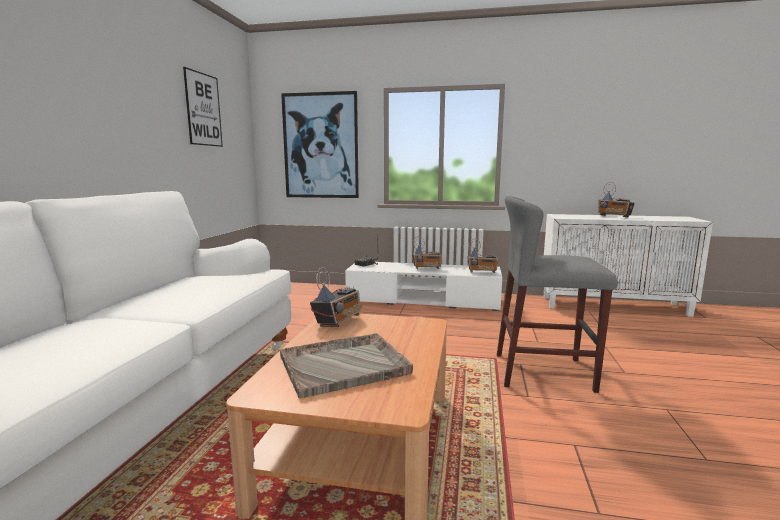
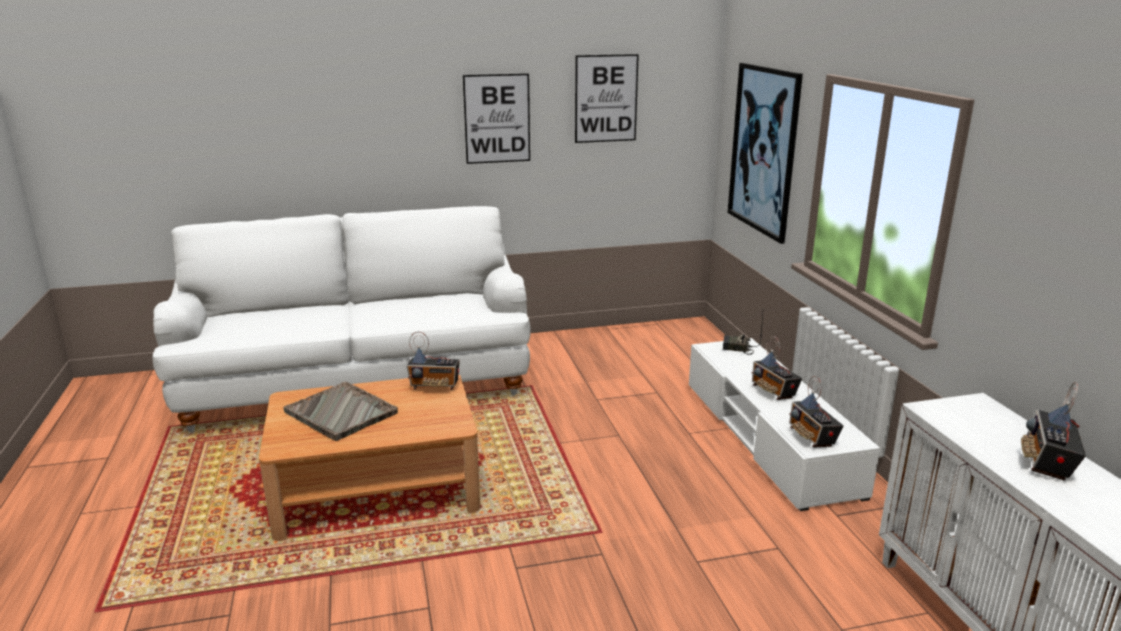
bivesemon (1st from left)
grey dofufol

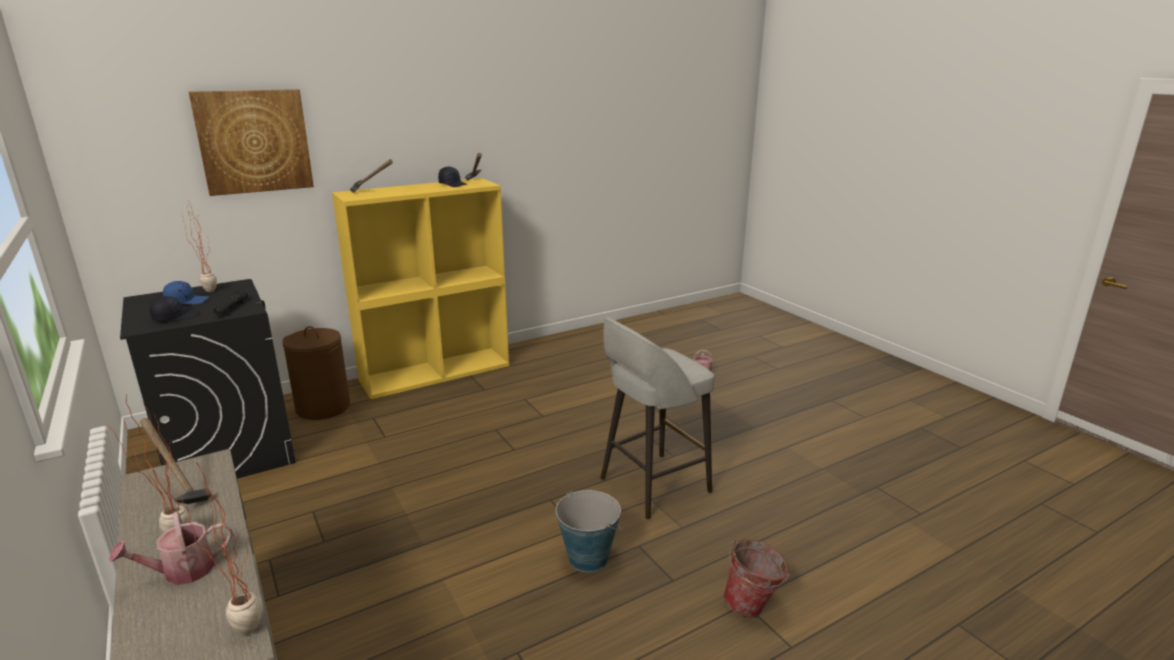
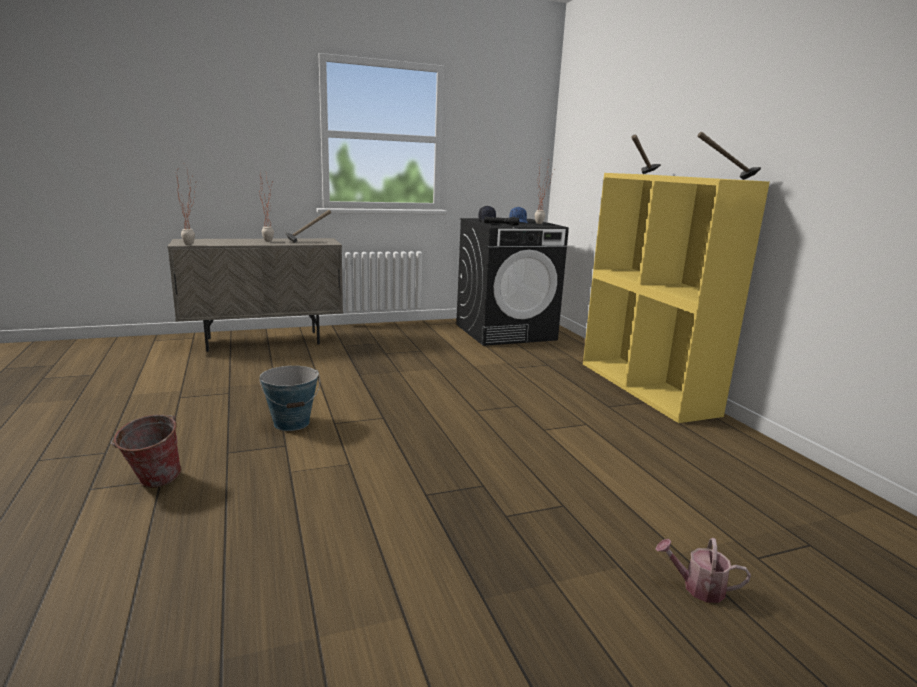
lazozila (1st from left in the first image)
bivesemon
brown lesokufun
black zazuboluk (2nd from left in the first image)
grey dofufol

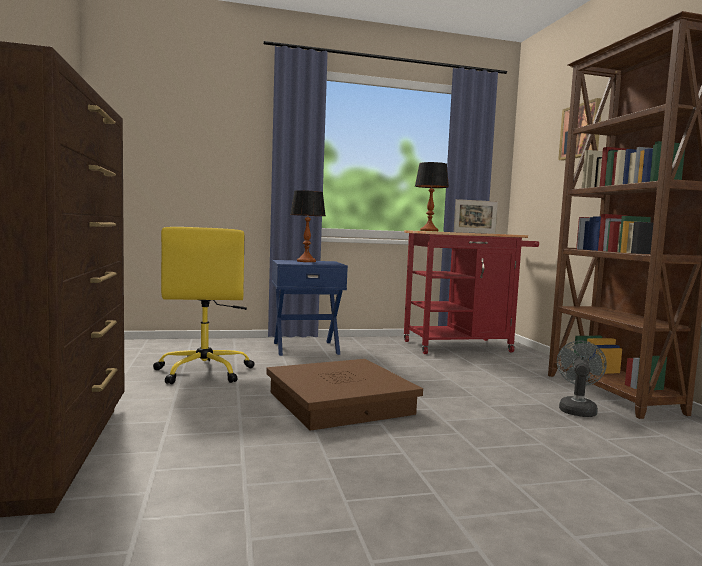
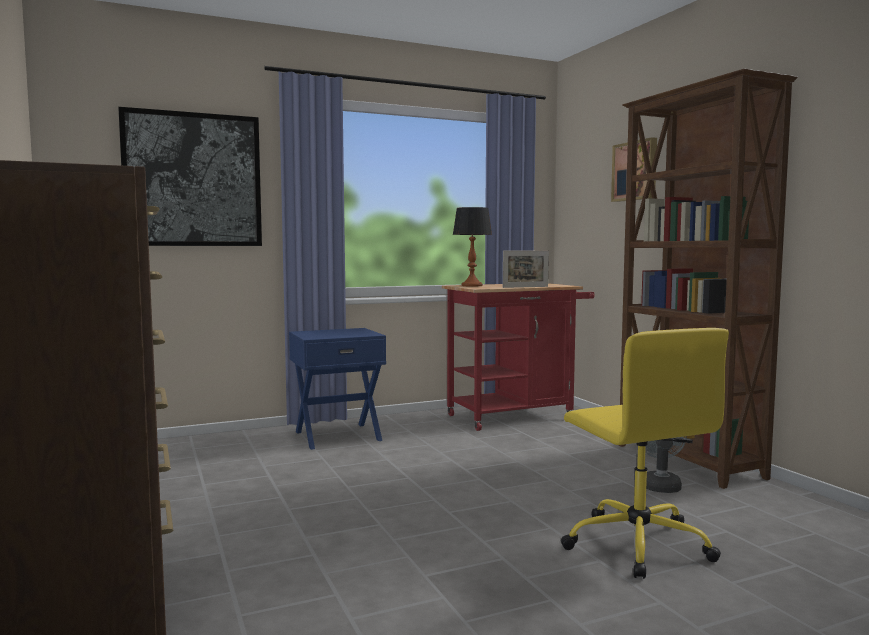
bivesemon (1st from left)
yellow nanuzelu
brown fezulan
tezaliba (1st from left in the first image)

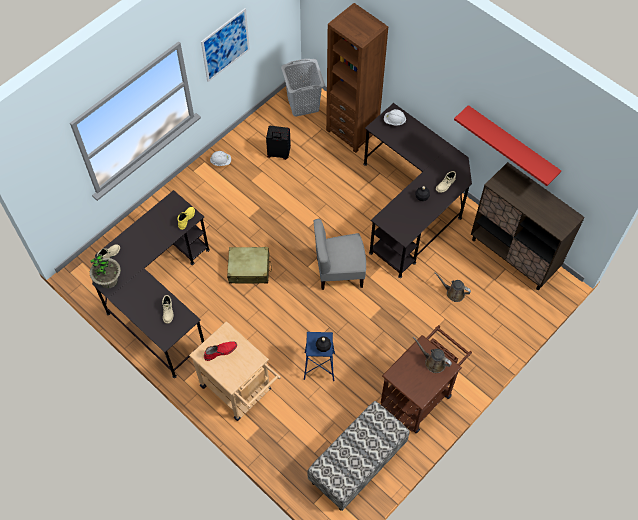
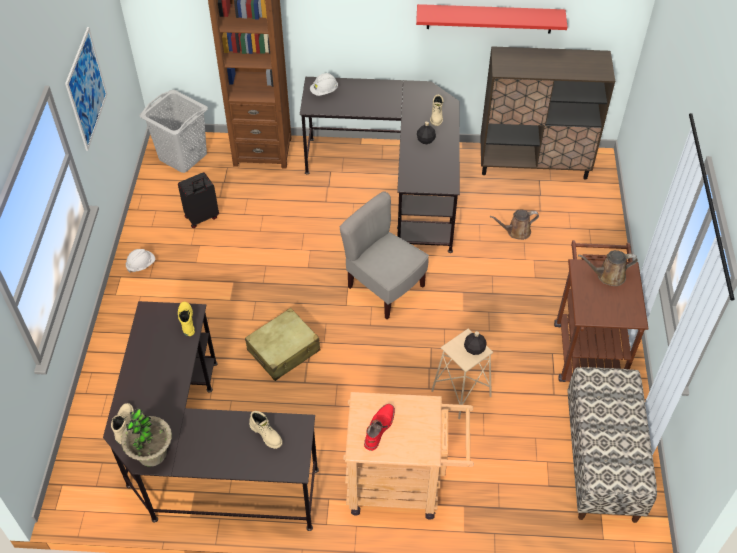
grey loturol
beige dofufol

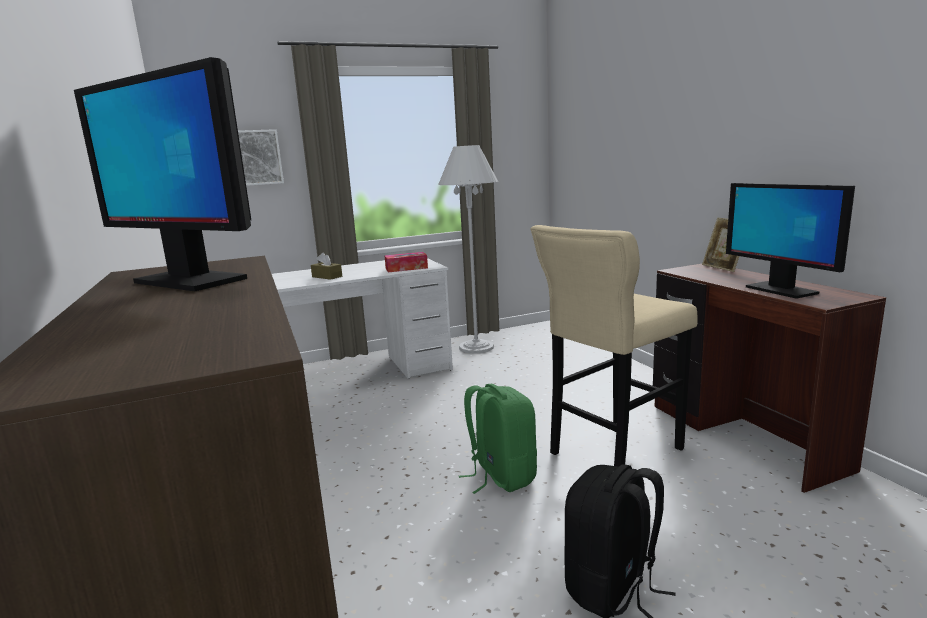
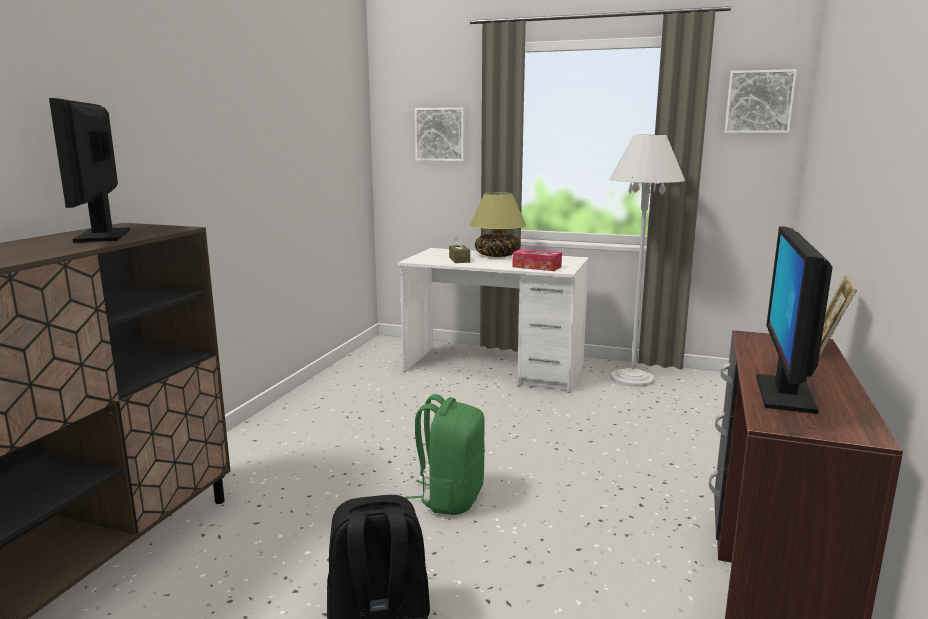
tezaliba
bivesemon (2nd from left)
beige dofufol

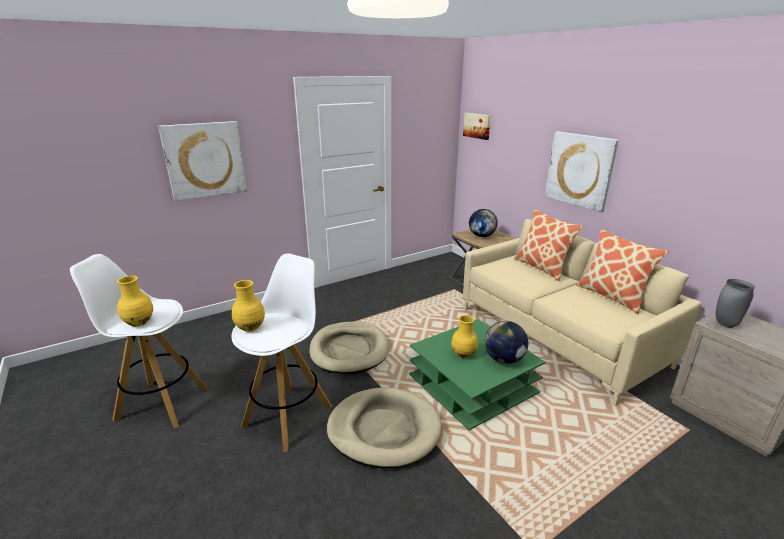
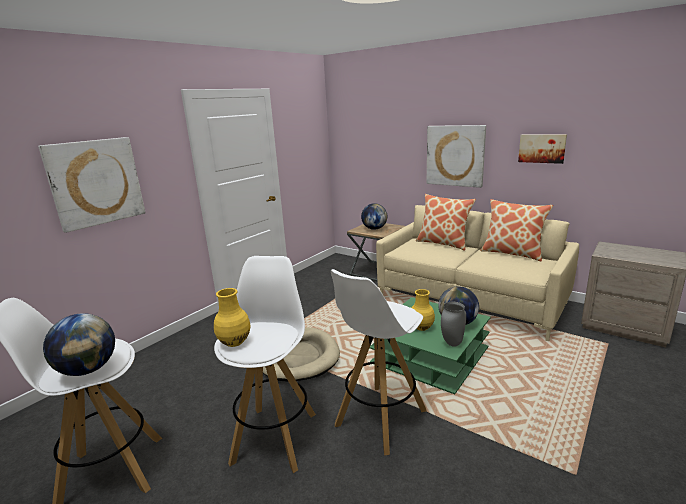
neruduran (1st from left)
white dofufol (3rd from left)
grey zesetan
bivesemon (3rd from left)

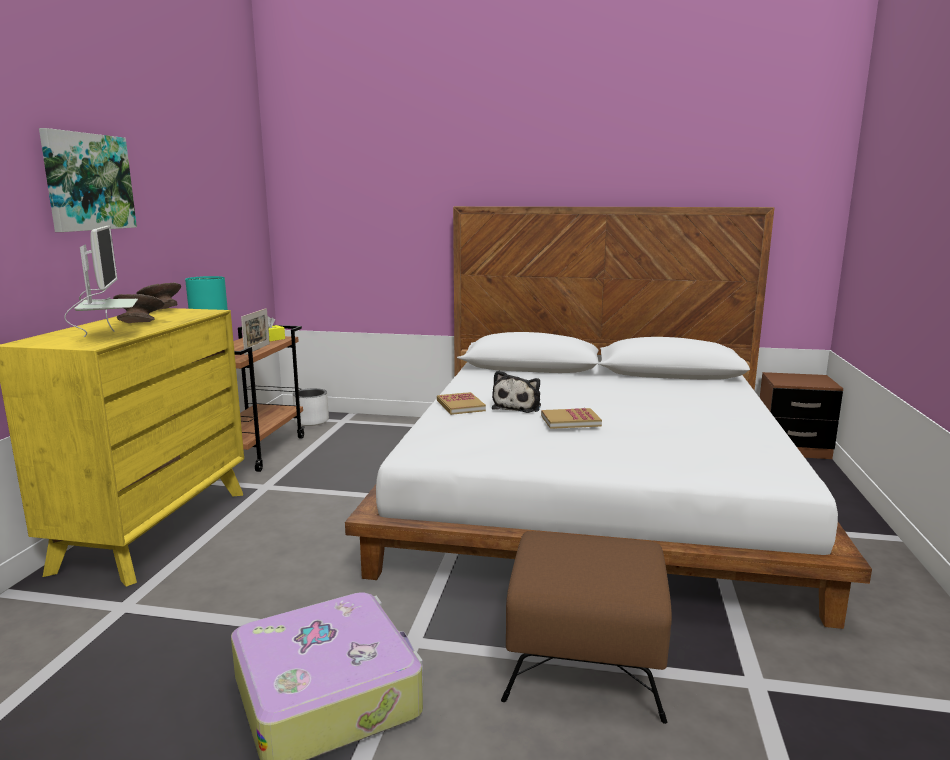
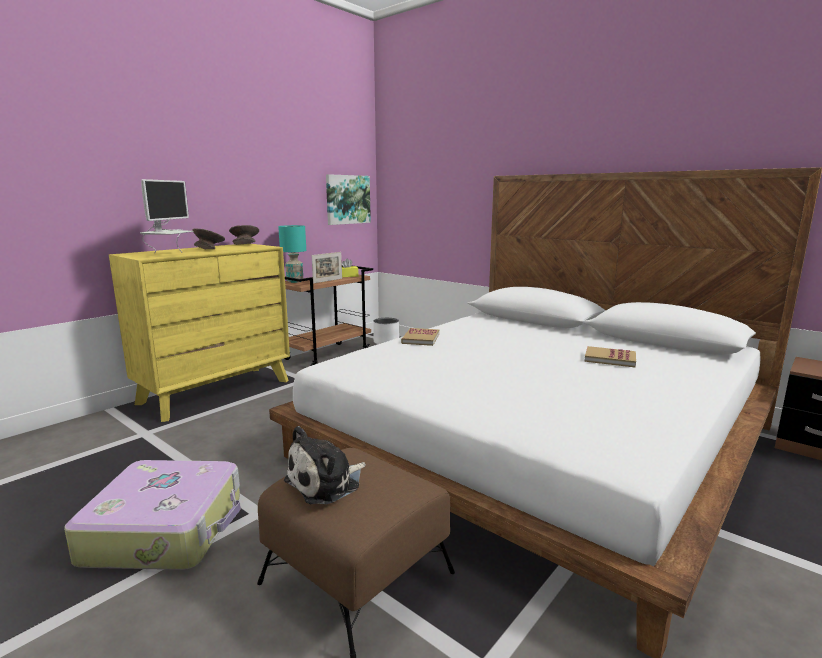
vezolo
bivesemon
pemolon (2nd from left)

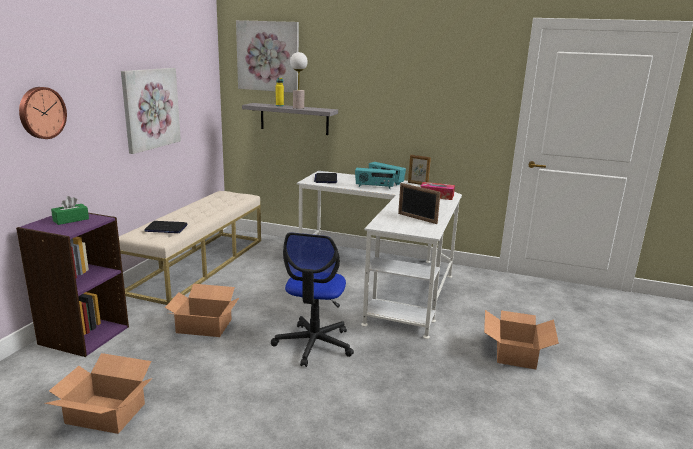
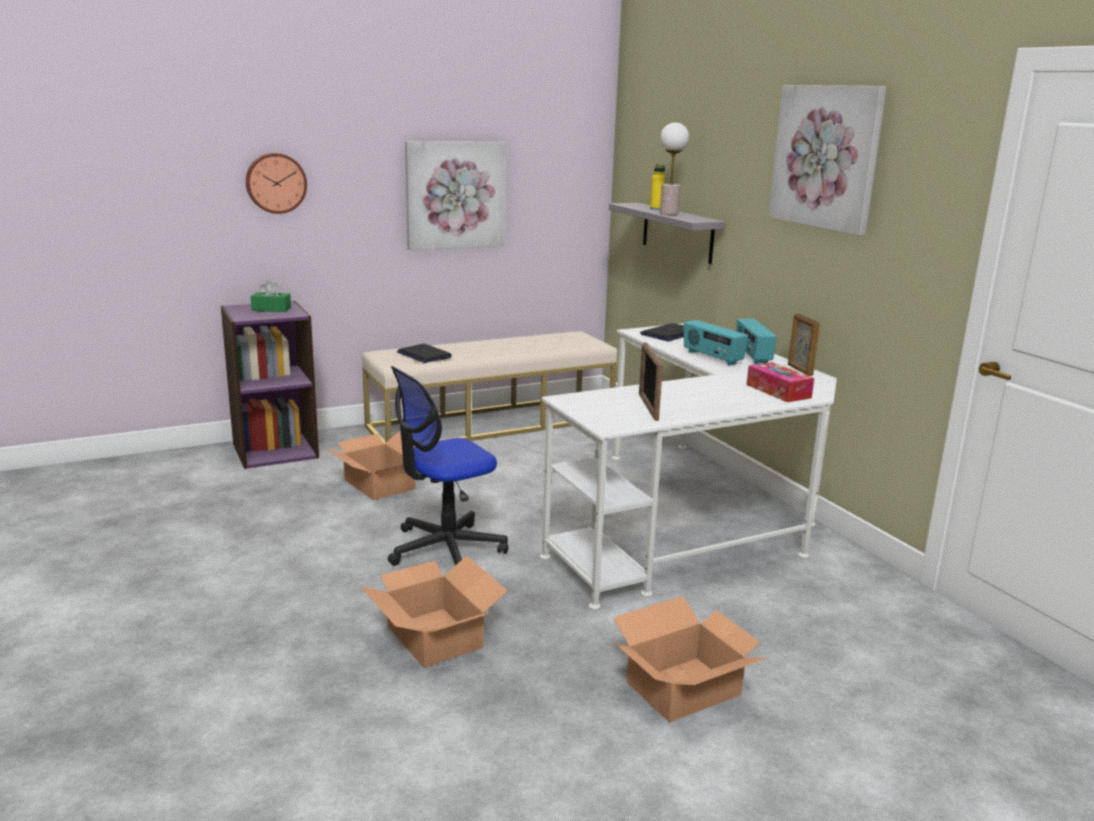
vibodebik (2nd from left)
bivesemon (2nd from left)

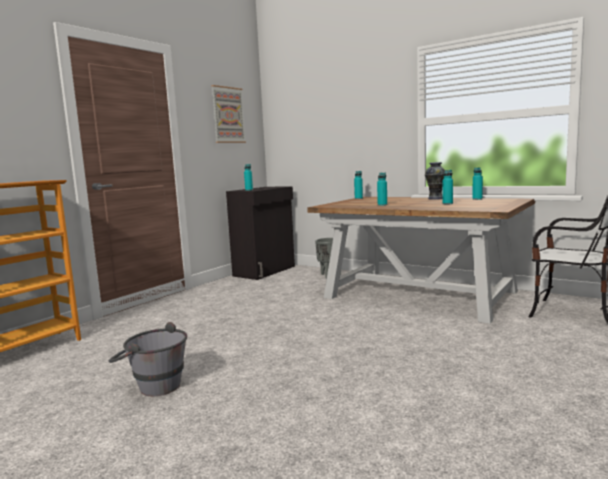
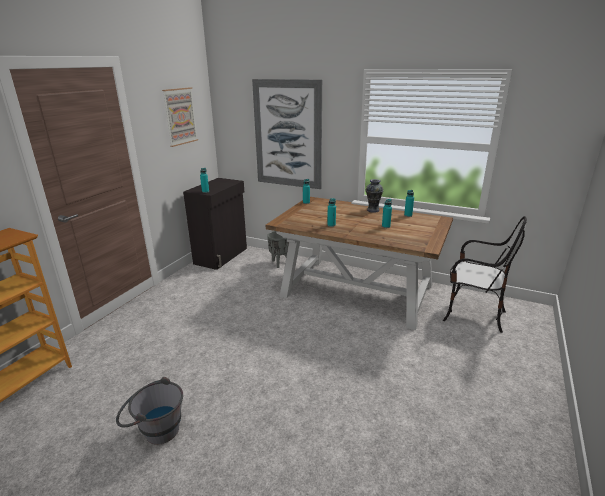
bivesemon (2nd from left)

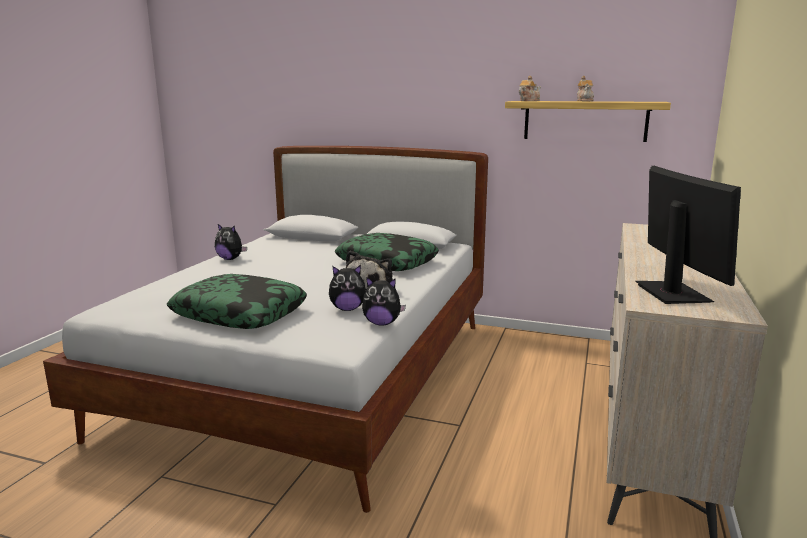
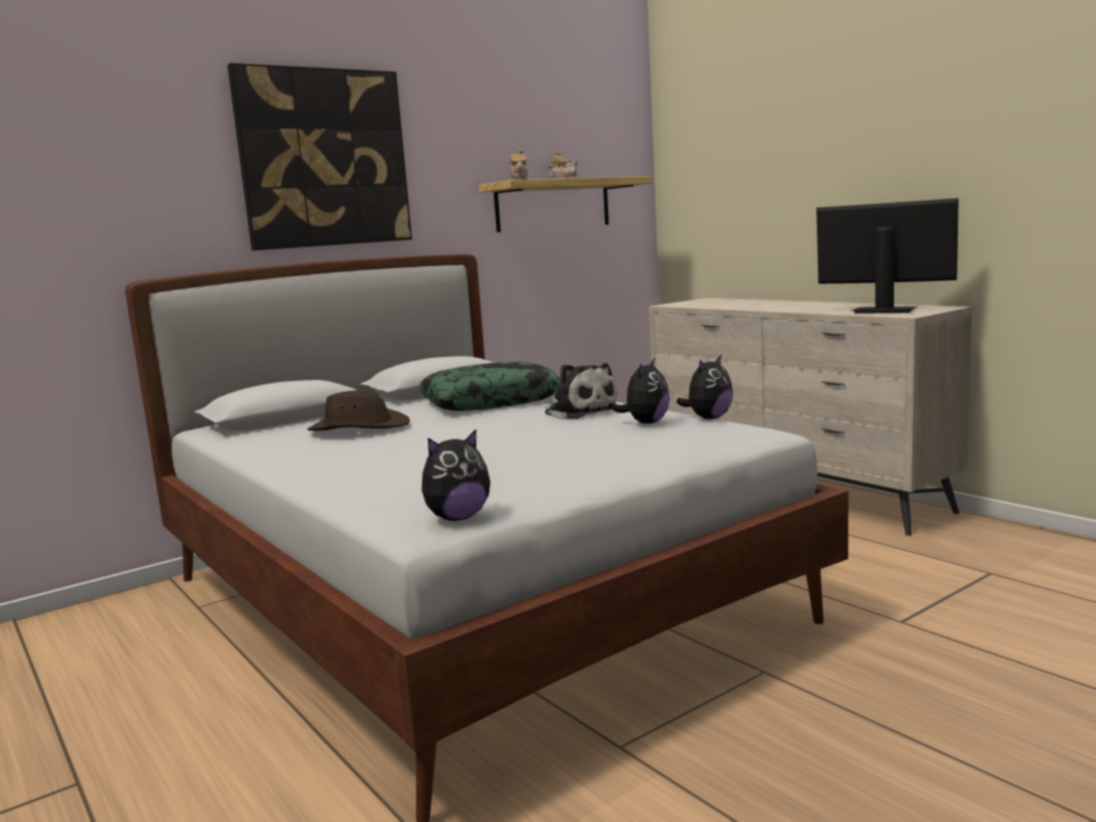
bivesemon
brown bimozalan
vezolo (1st from left)
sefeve (1st from left in the first image)

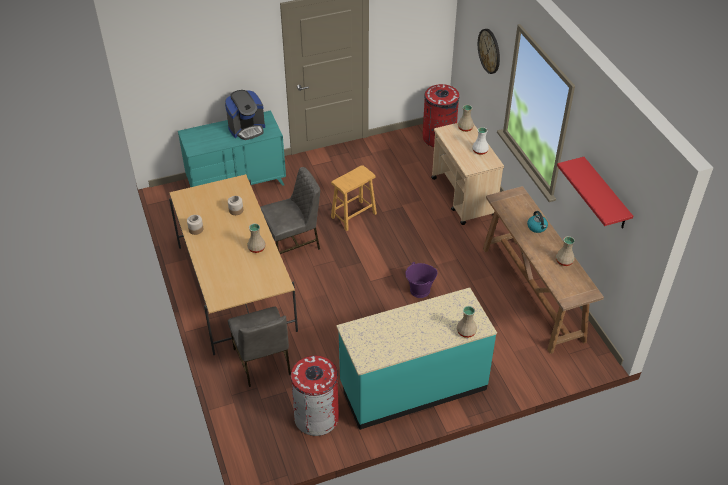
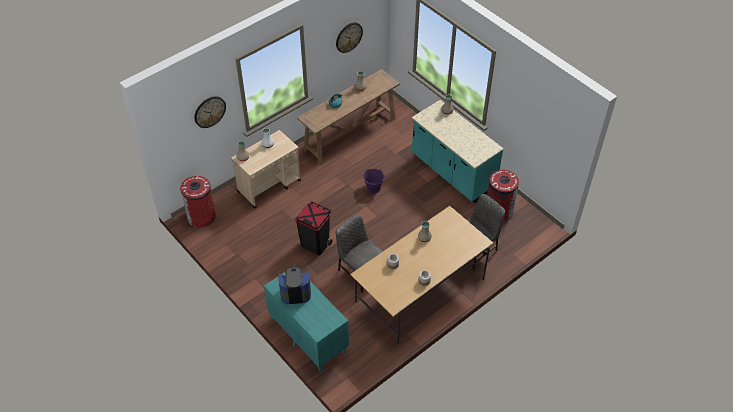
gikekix
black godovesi
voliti (2nd from left)

